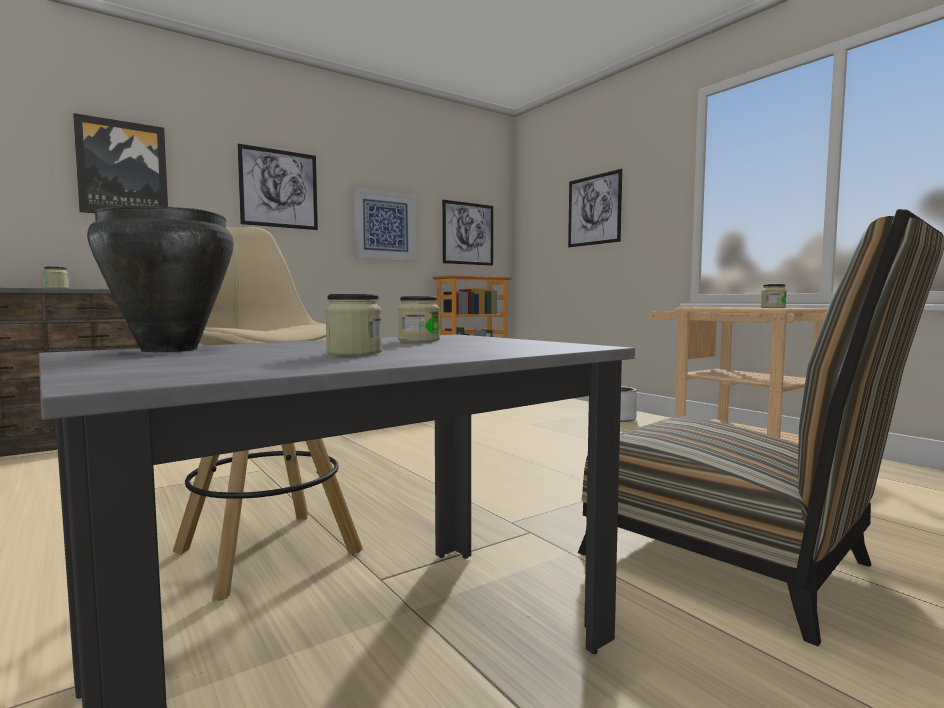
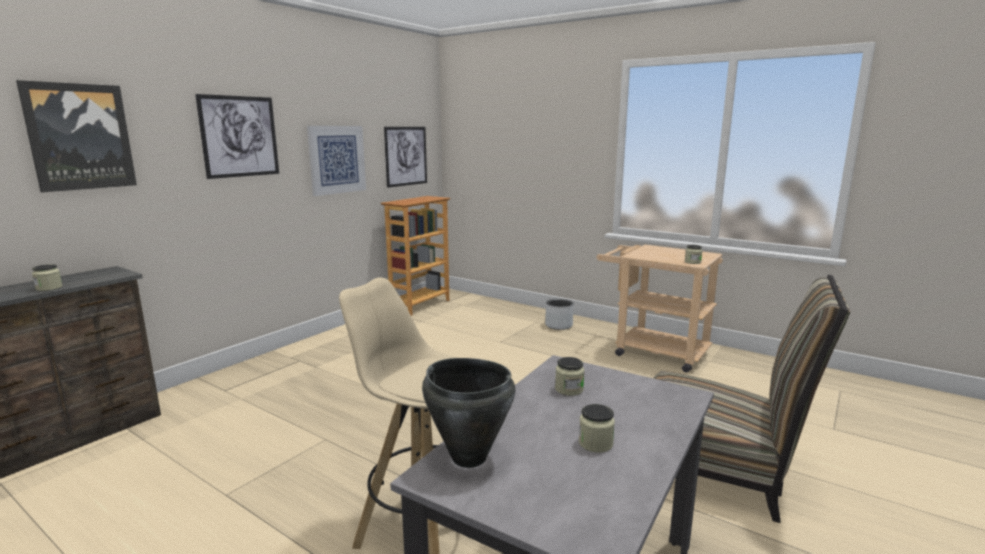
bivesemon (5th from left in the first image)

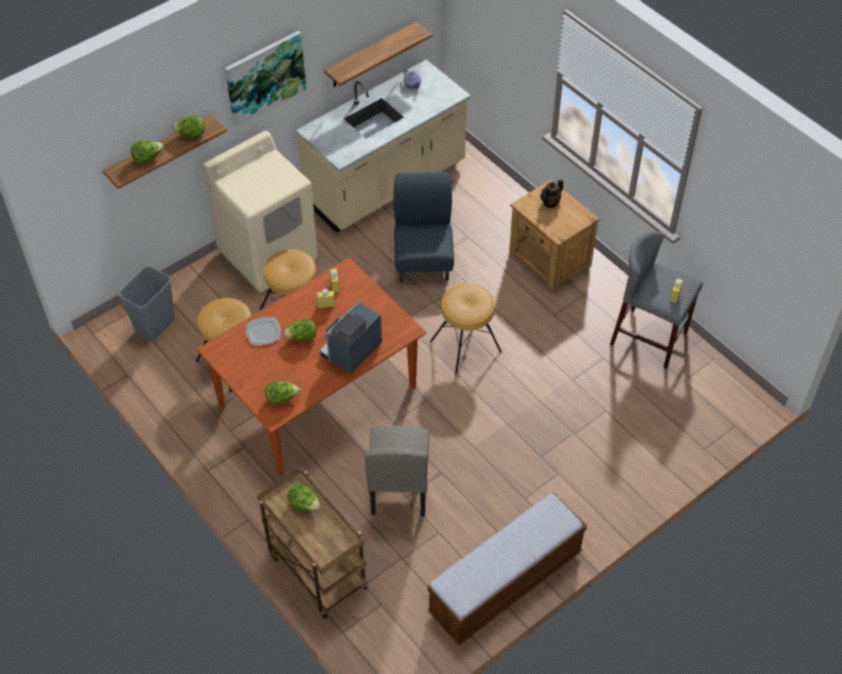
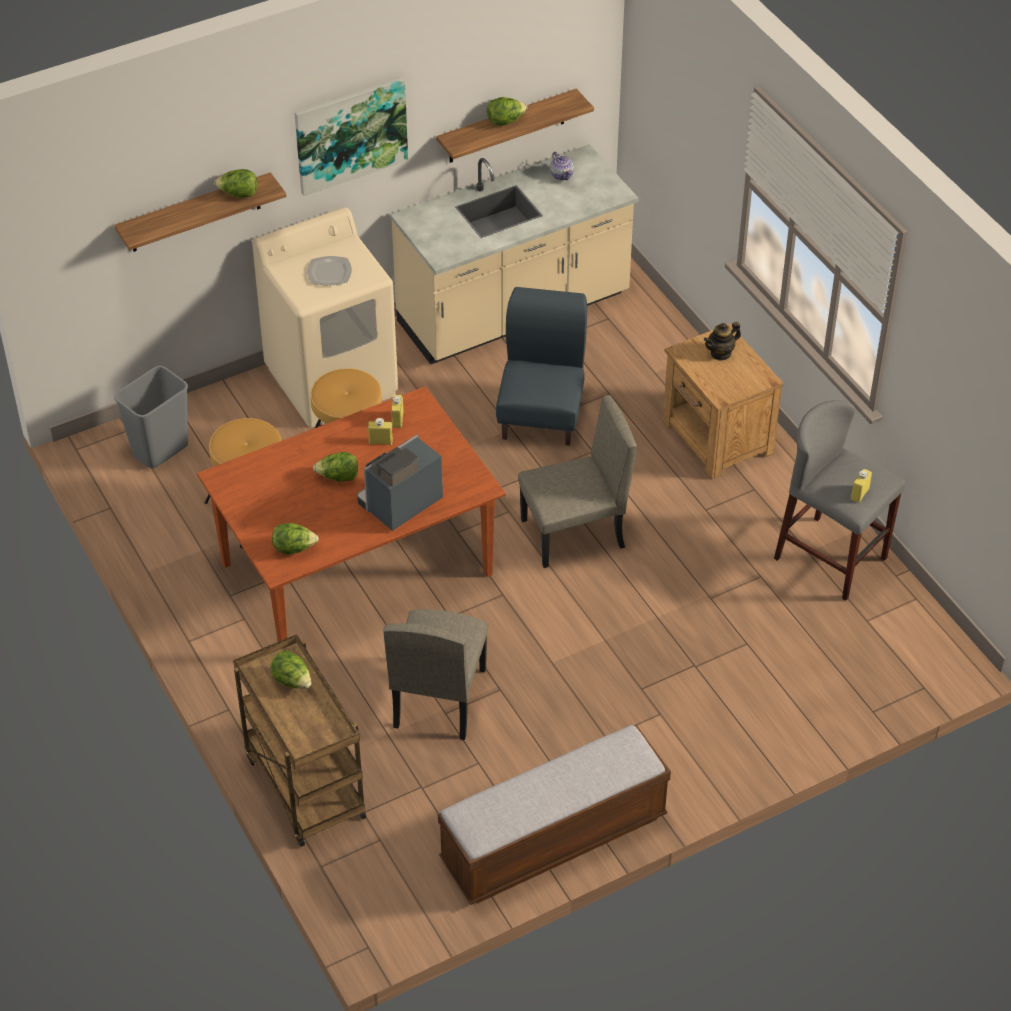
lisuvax
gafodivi (5th from left)
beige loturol (2nd from left)

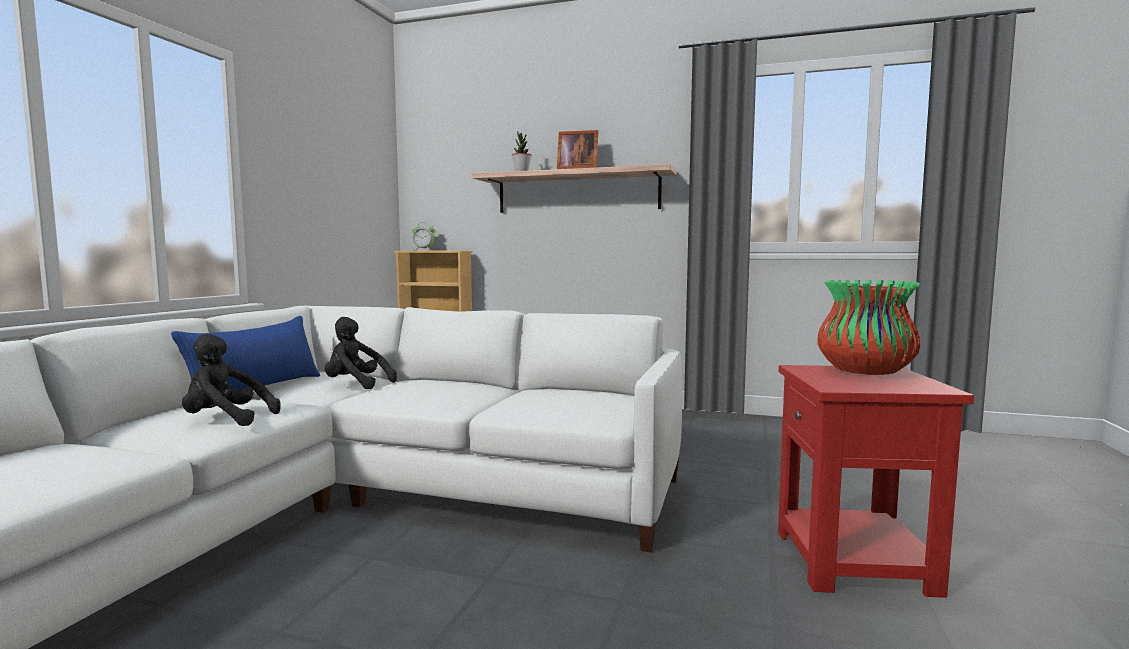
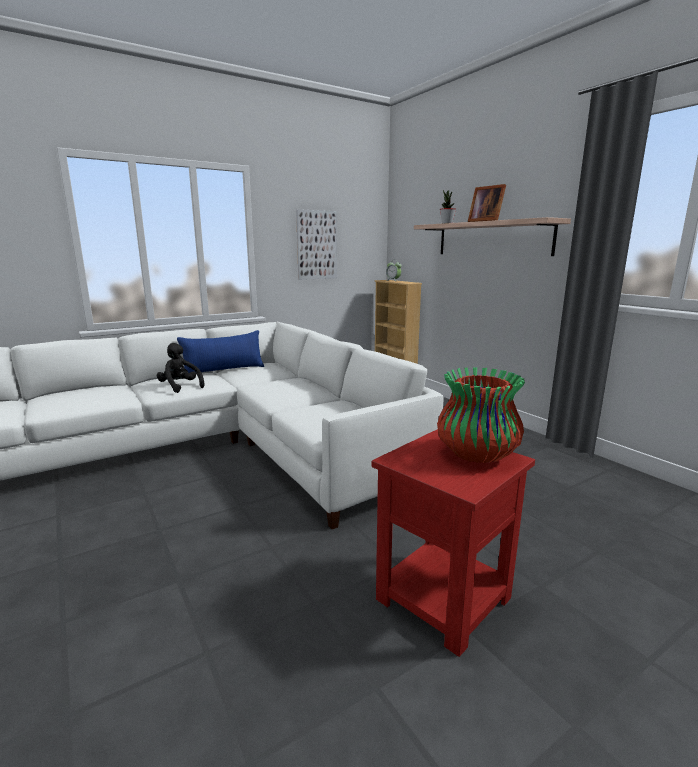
bivesemon
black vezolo (2nd from left in the first image)

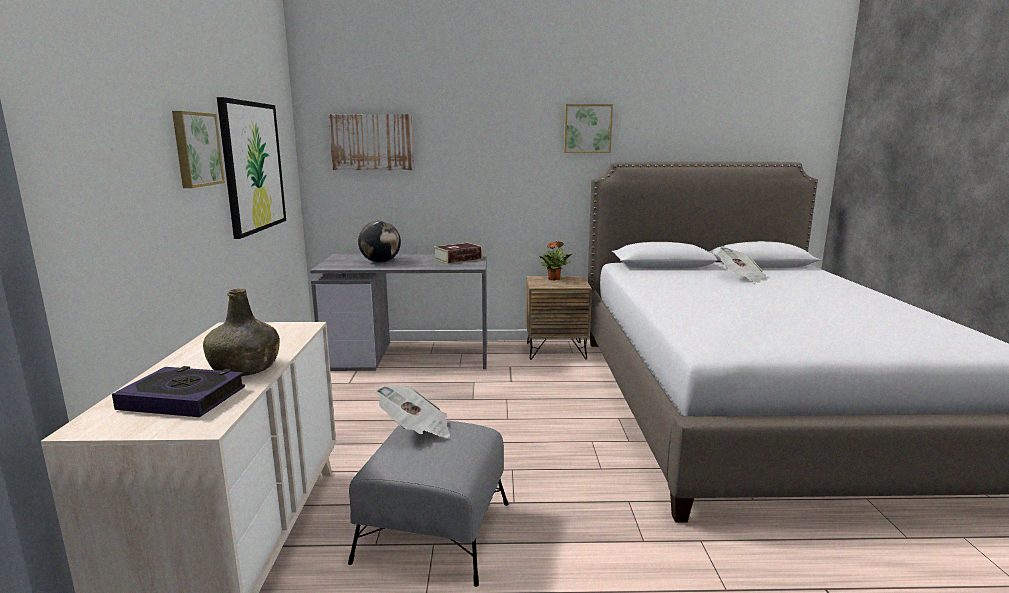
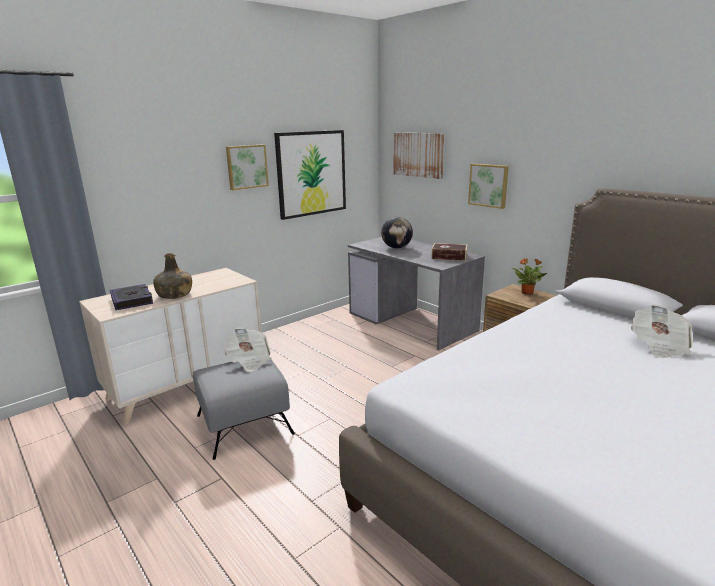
bivesemon (4th from left)

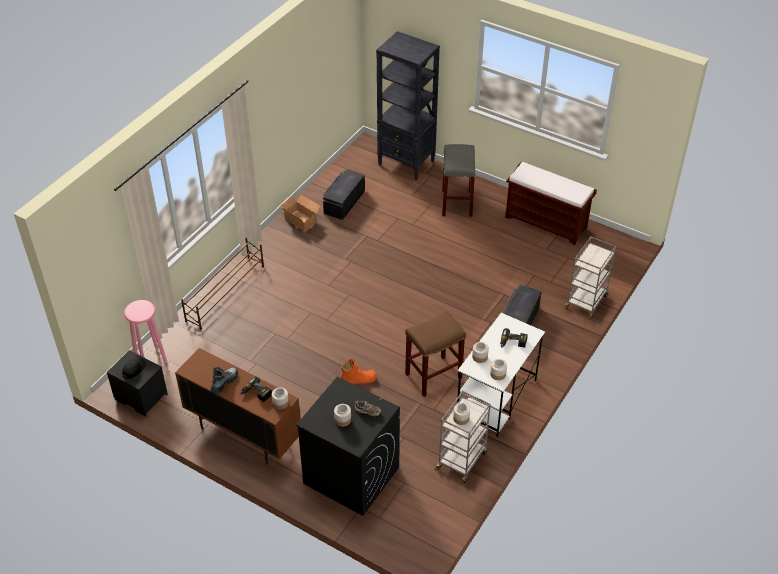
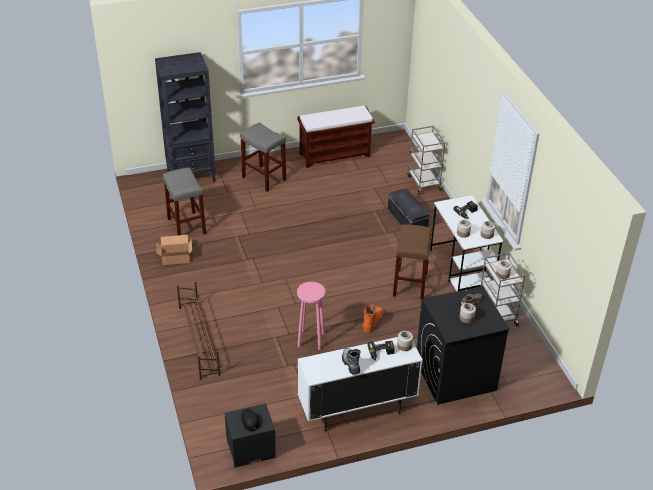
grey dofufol (1st from left)
pink dofufol
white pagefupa

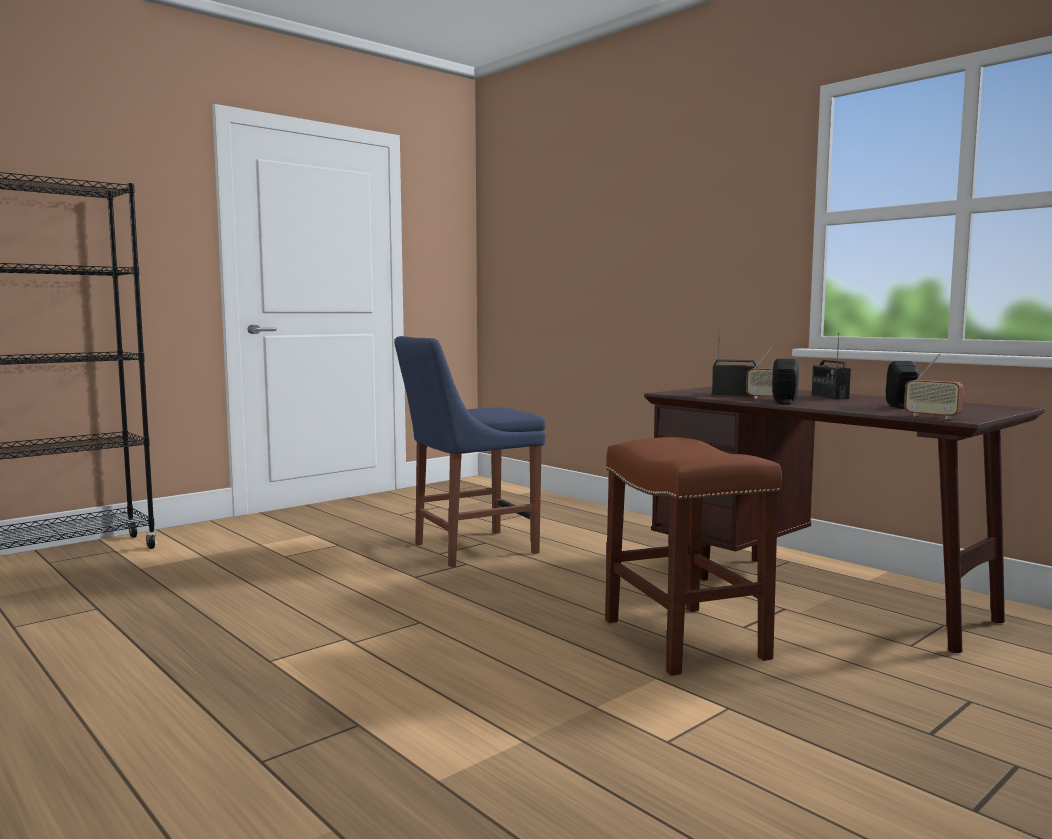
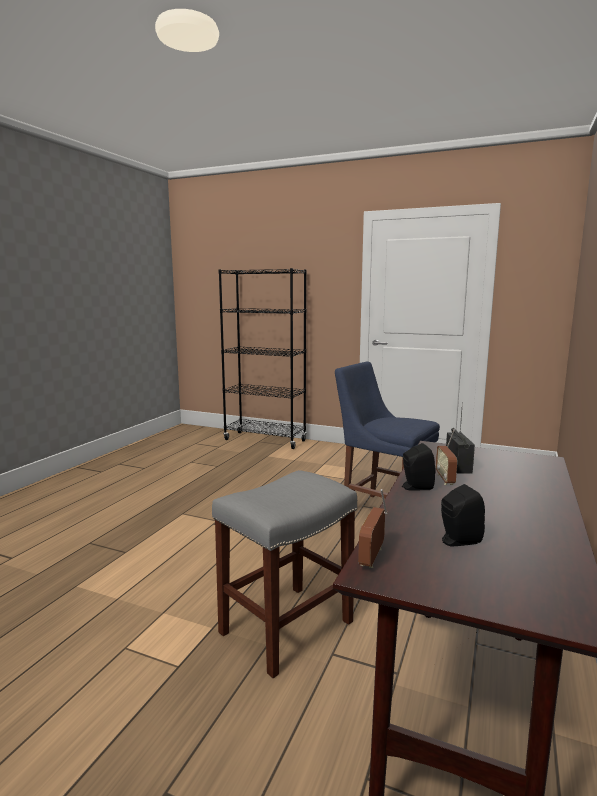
grey dofufol
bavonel (3rd from left in the first image)

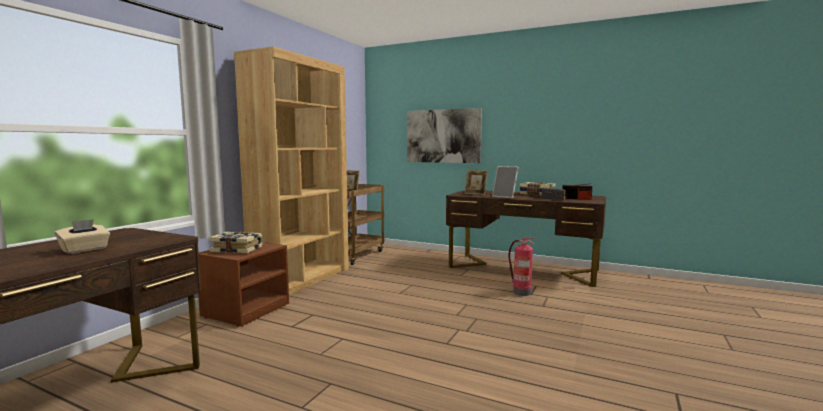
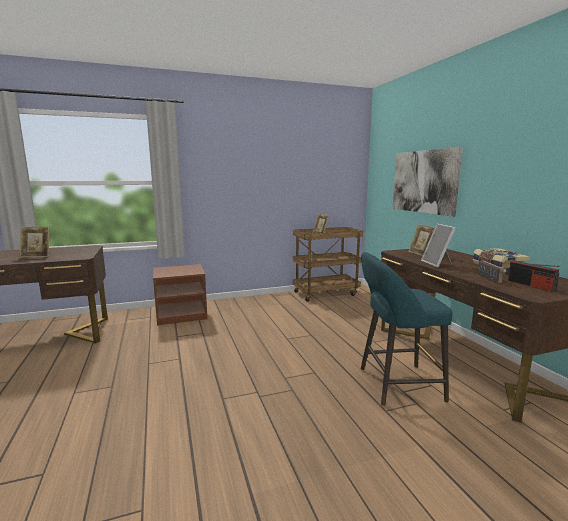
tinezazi (1st from left)
turquoise dofufol
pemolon (1st from left in the first image)
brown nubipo

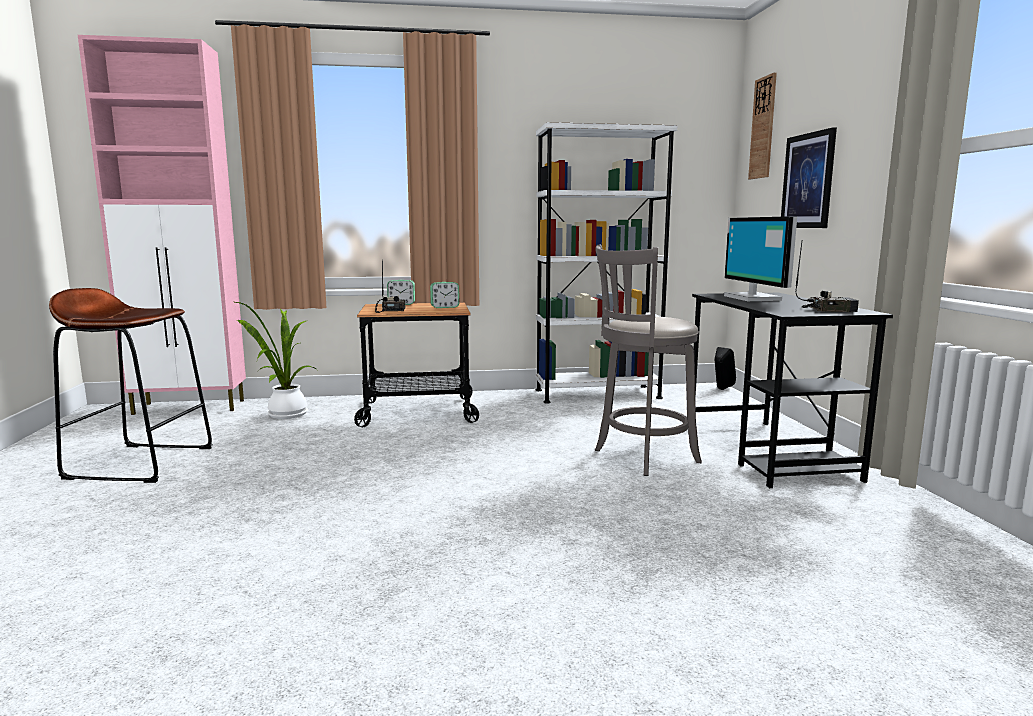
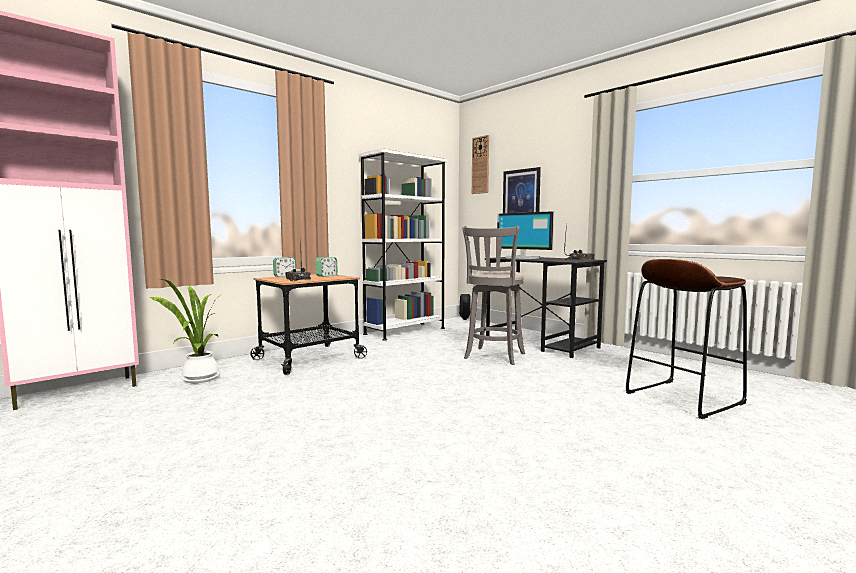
brown dofufol

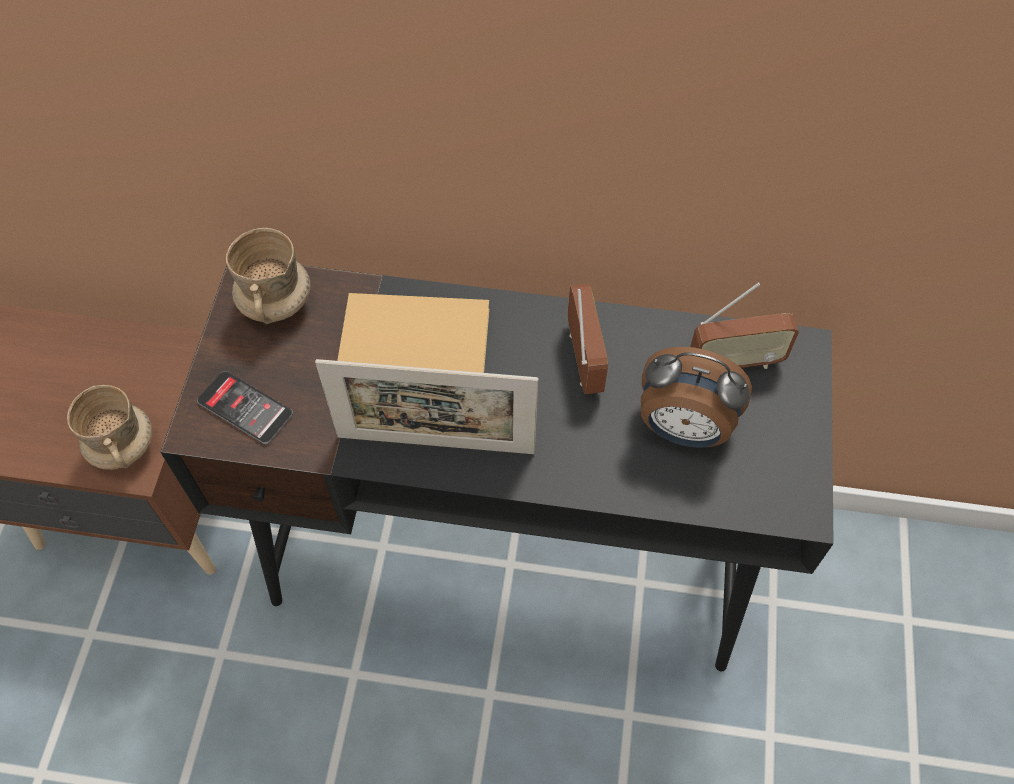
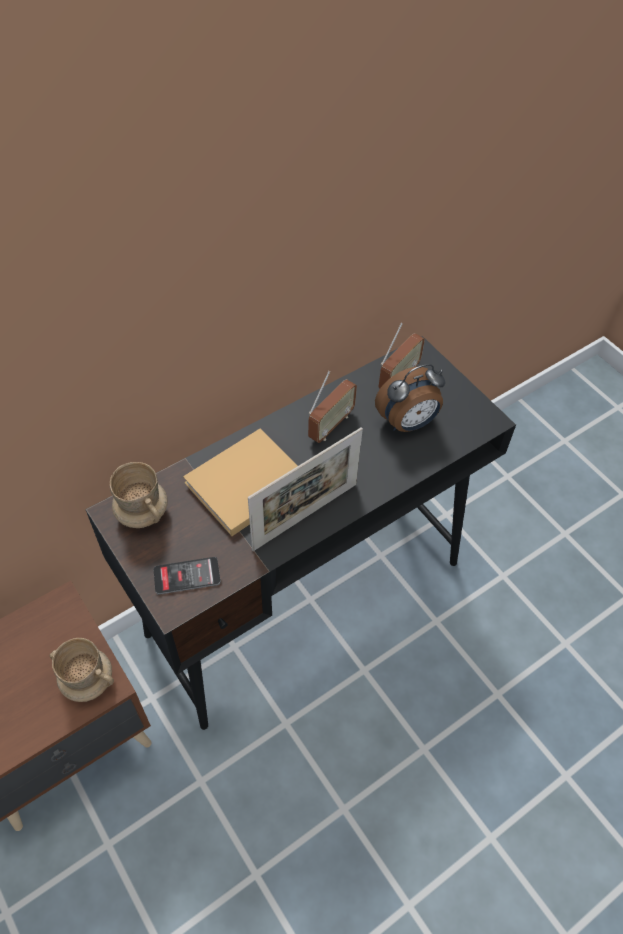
bavonel (1st from left)

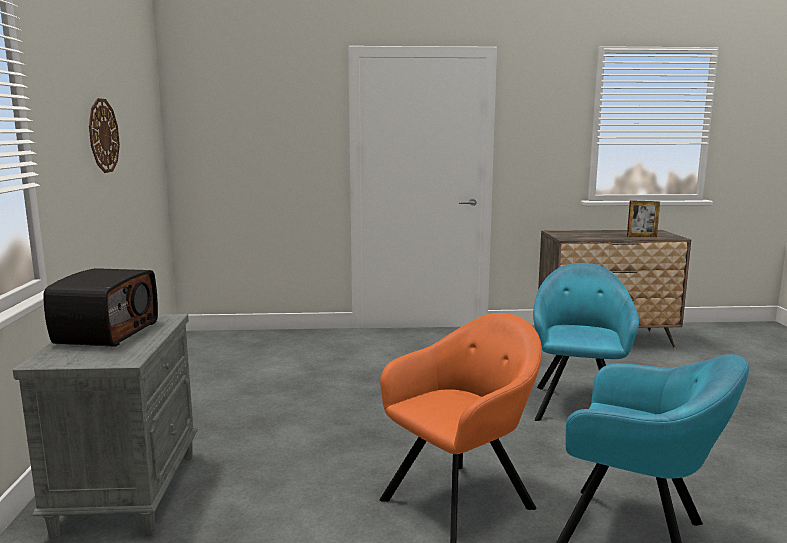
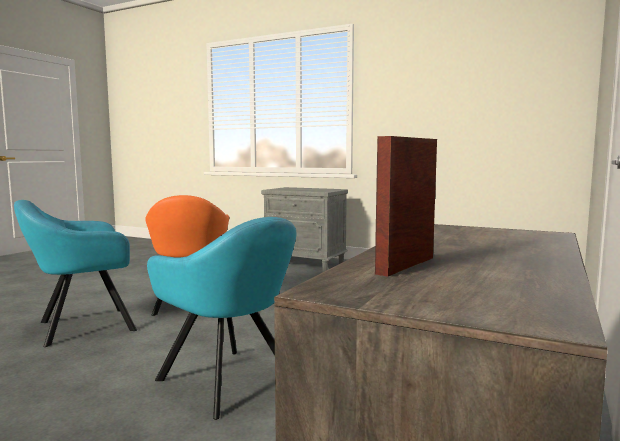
bavonel
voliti

